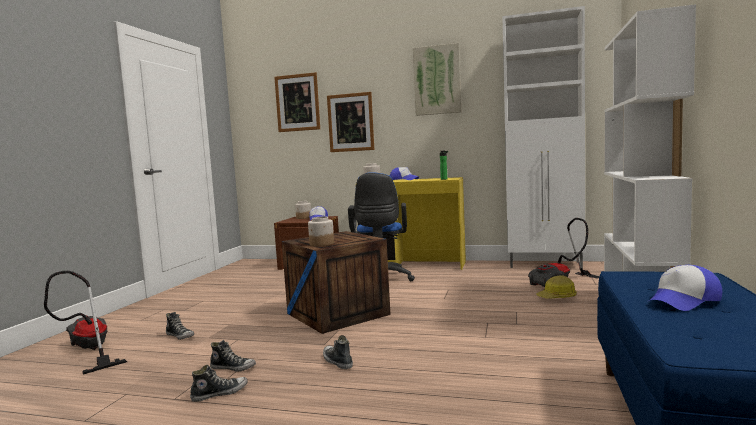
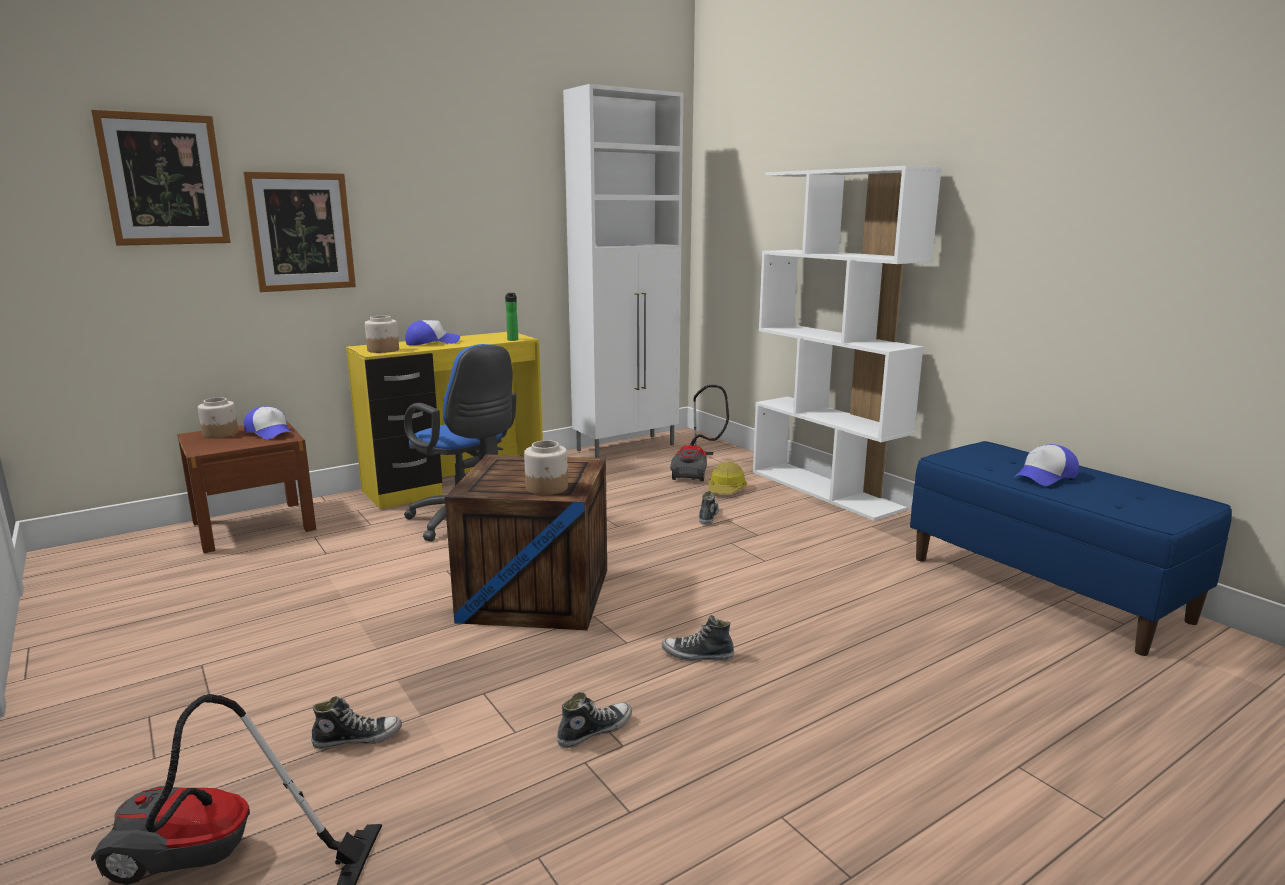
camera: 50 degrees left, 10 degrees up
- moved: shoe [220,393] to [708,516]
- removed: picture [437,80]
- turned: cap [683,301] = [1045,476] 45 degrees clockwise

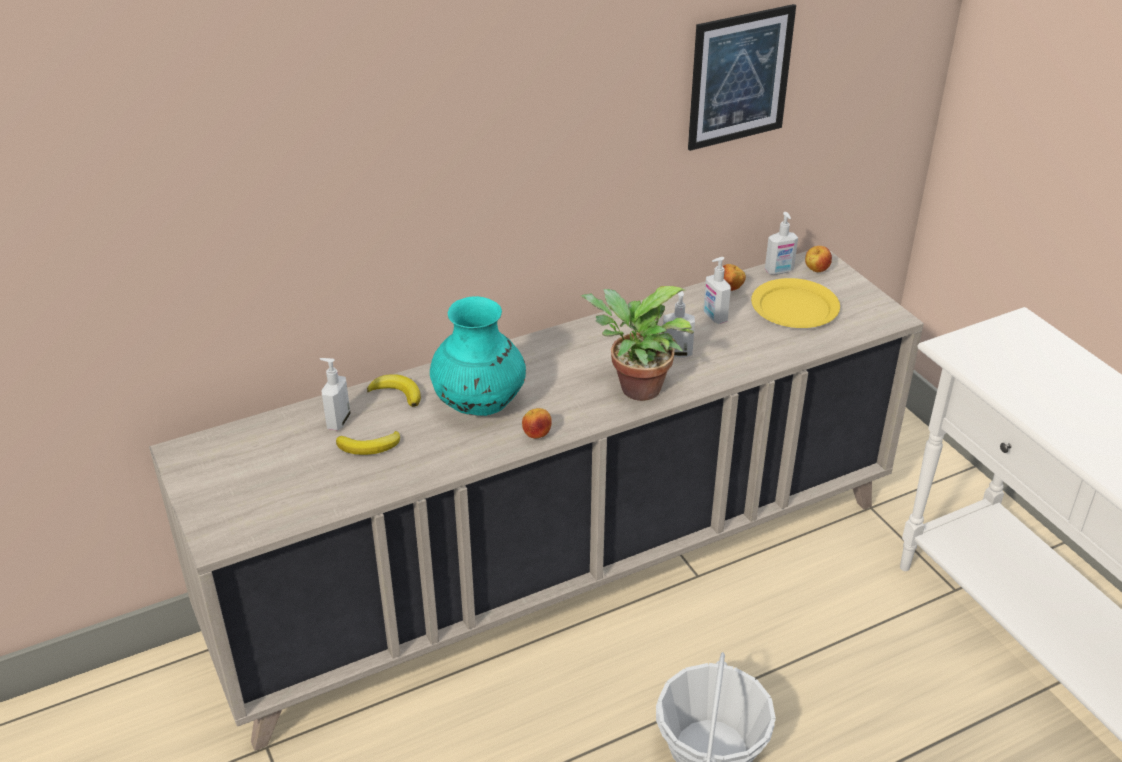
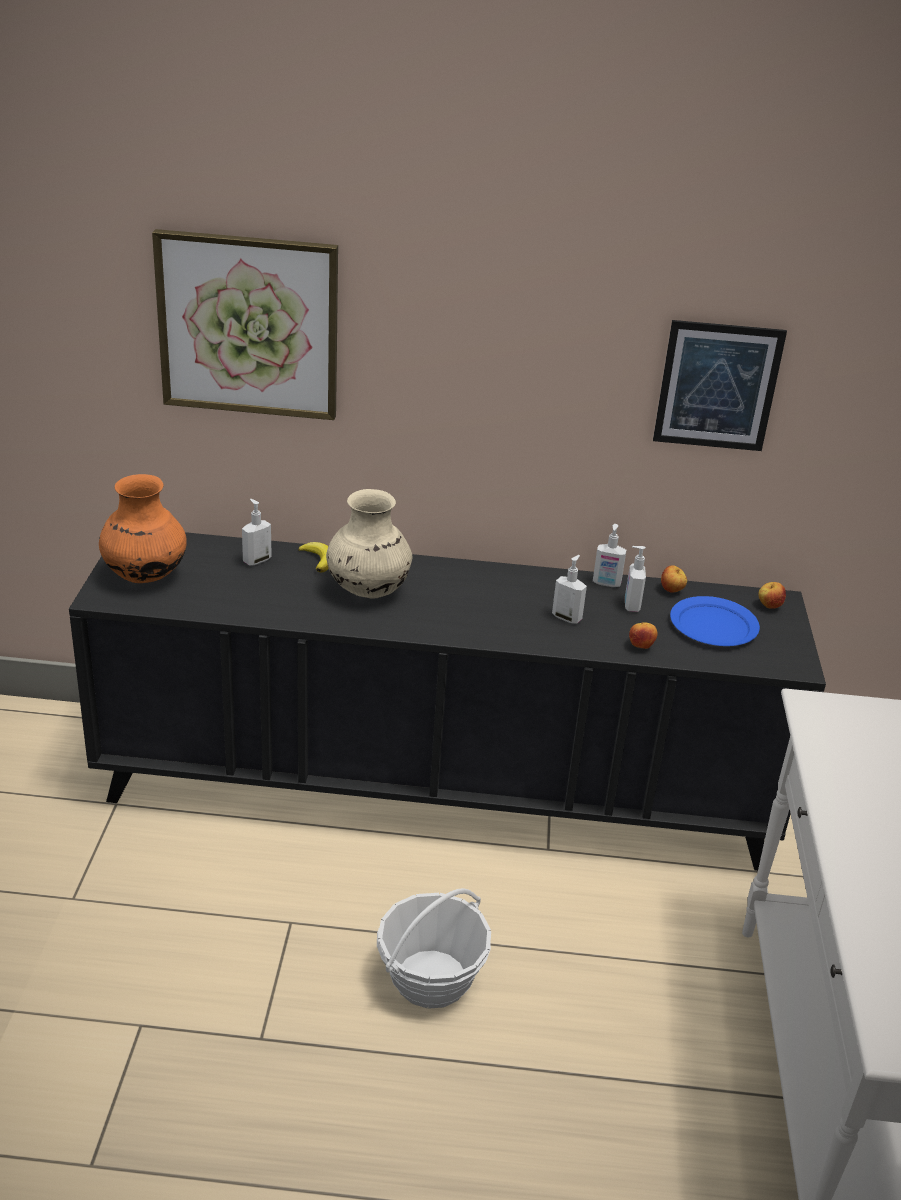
camera: 30 degrees right, 5 degrees down
- recoloured: beige cabinet [560,572] to black cabinet [436,792]
- removed: banana [370,447]
- recoloured: turquoise vase [479,405] to beige vase [368,591]
- moved: apple [536,435] to [641,646]
- removed: potted plant [635,389]
- recoloured: yellow plate [794,307] to blue plate [713,625]
- moved: soap dispenser [779,271] to [606,583]
- added: orange vase [145,575]
- added: picture [248,325]

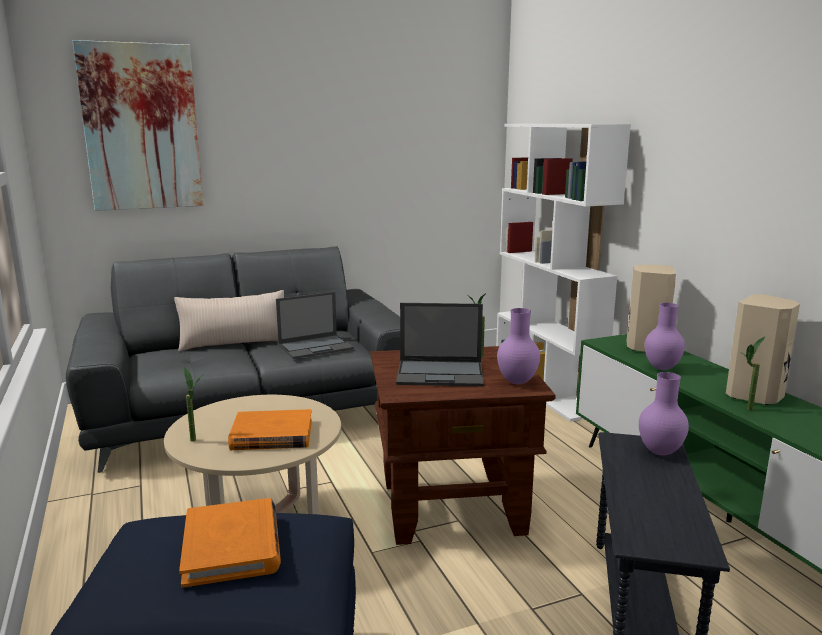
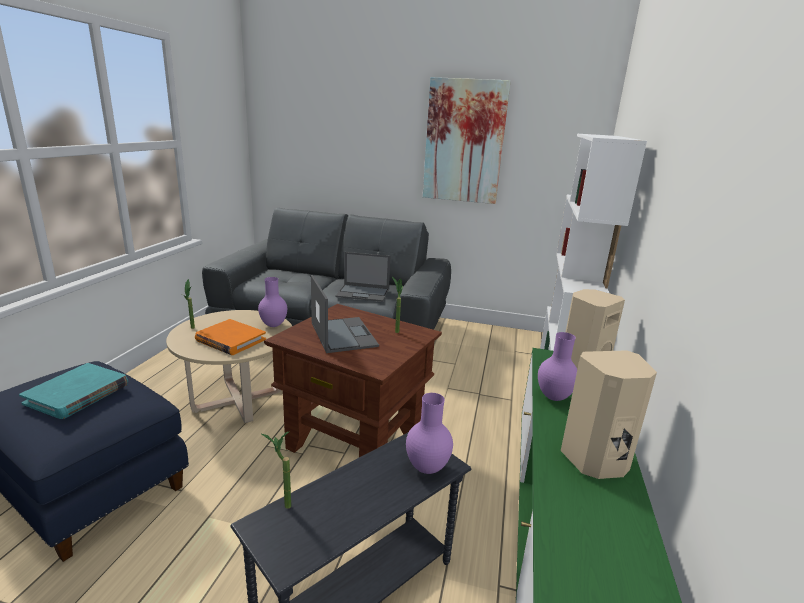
camera: 35 degrees right, 5 degrees up
- moved: picture [141,127] to [464,142]
- removed: beige pillow [234,343]
- recoloured: orange book [232,546] to turquoise book [77,394]
- turned: laptop [441,373] = [343,334] 150 degrees counterclockwise
- moved: purple vase [517,382] to [273,325]
- moved: potted plant [745,410] to [281,504]

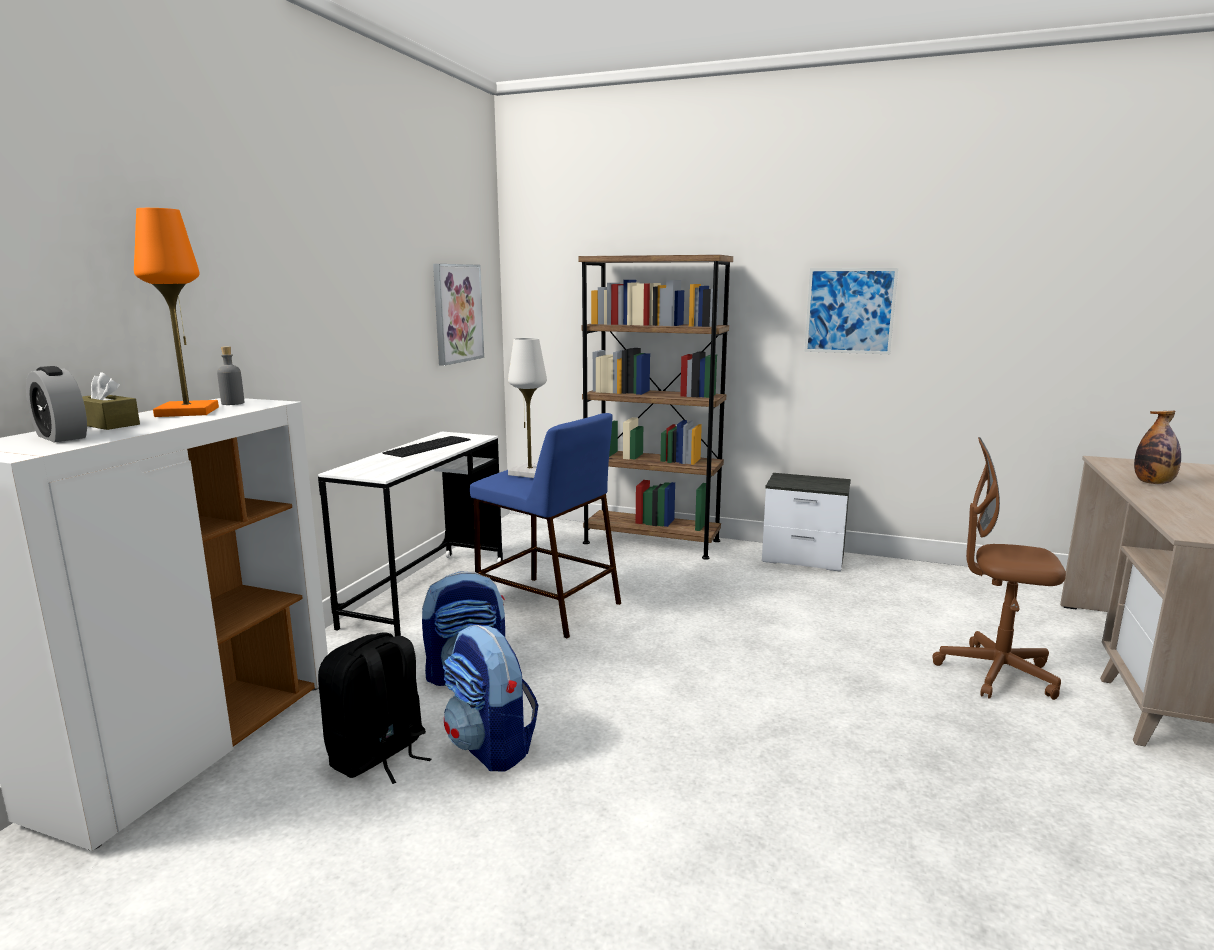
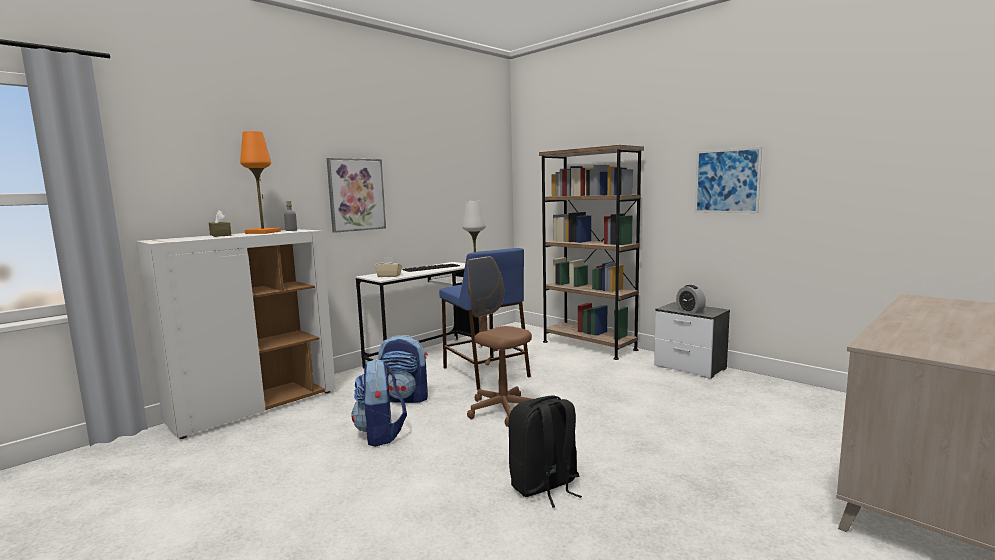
camera: 25 degrees right, 5 degrees down
- moved: alarm clock [61,437] to [690,311]
- moved: black backpack [378,755] to [544,486]
- moved: picture [457,313] to [356,194]
- moved: brown office chair [995,673] to [502,410]
- removed: bottle [1153,483]
- added: beige tissue box [389,276]

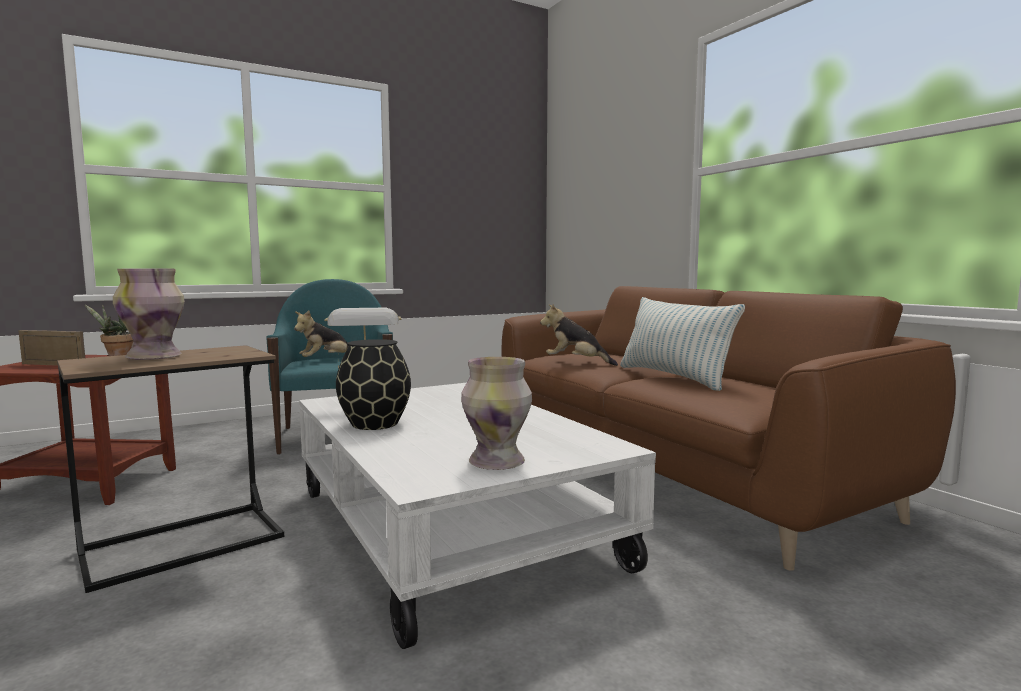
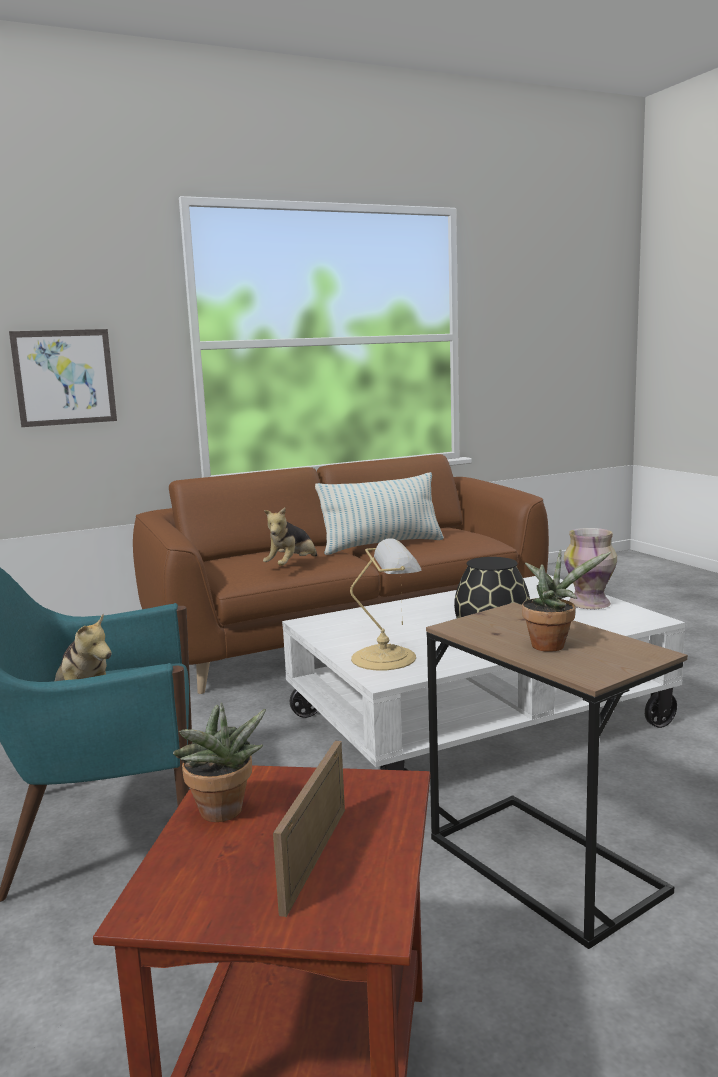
camera: 85 degrees left, 5 degrees up
- replaced: vase [155,357] to potted plant [552,645]
- added: picture [64,377]

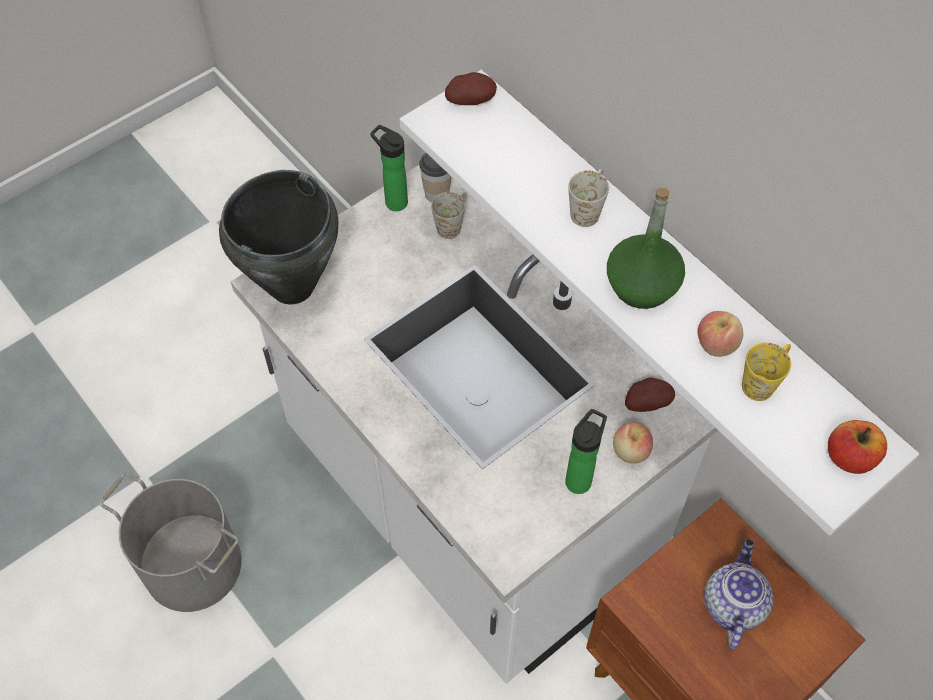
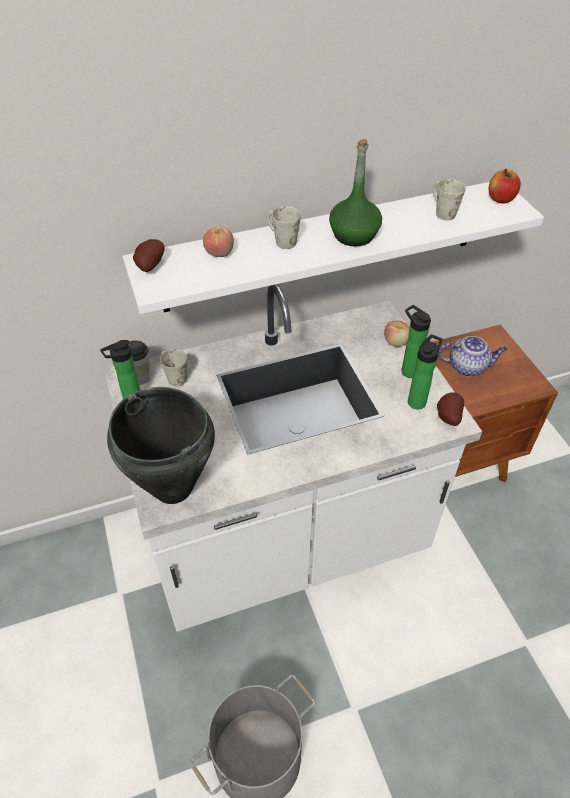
camera: 70 degrees left, 10 degrees down
- moved: potato [646,402] to [447,417]
- moved: apple [716,344] to [219,253]
- turned: teapot [732,604] = [468,367] 150 degrees clockwise
- recoloured: yellow mug [763,380] to white mug [441,212]
- added: bottle [418,400]

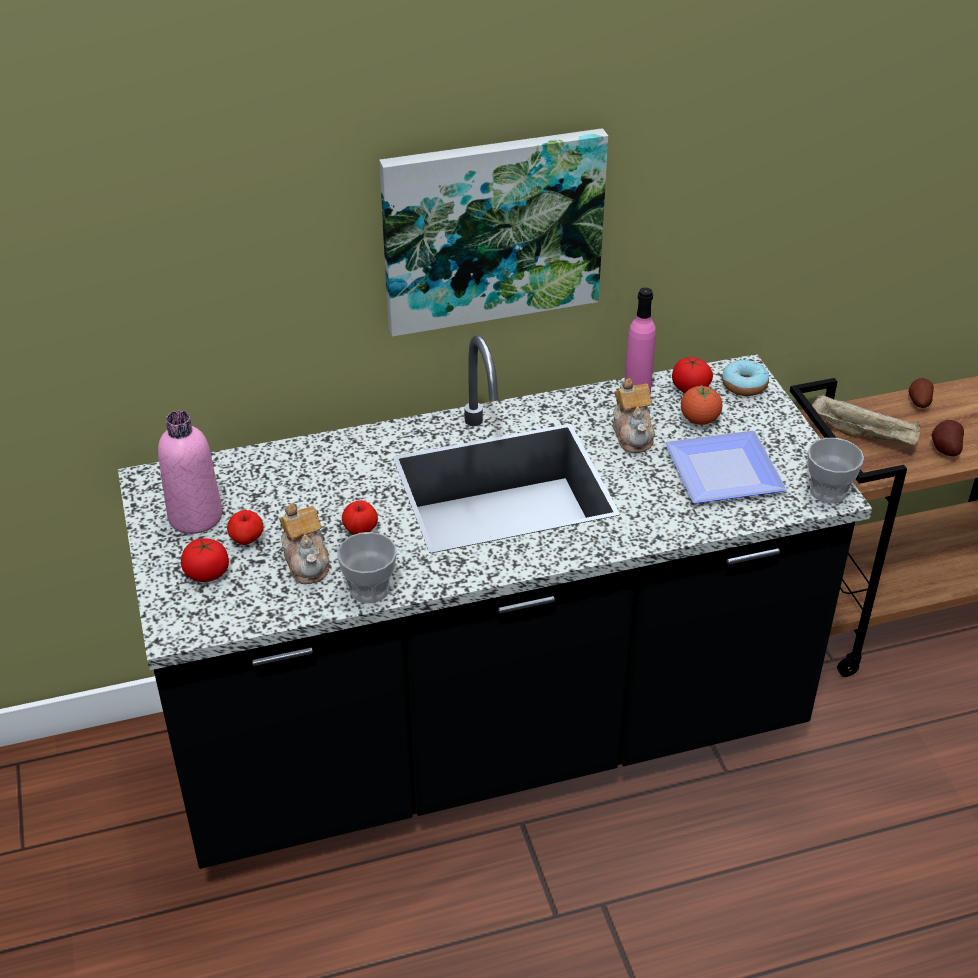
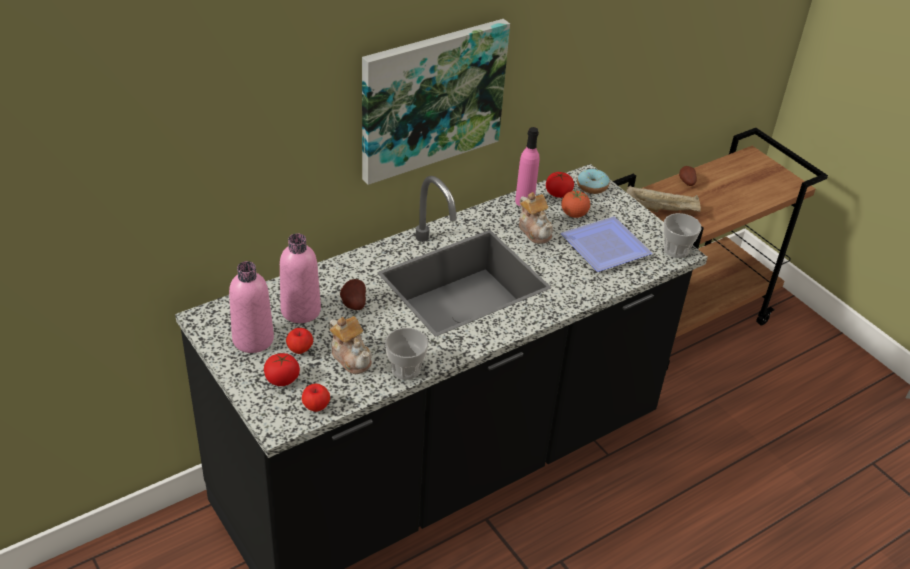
camera: 20 degrees left, 0 degrees up
- moved: apple [360,530] to [316,406]
- moved: potato [944,449] to [352,304]
- added: pink bottle [300,310]

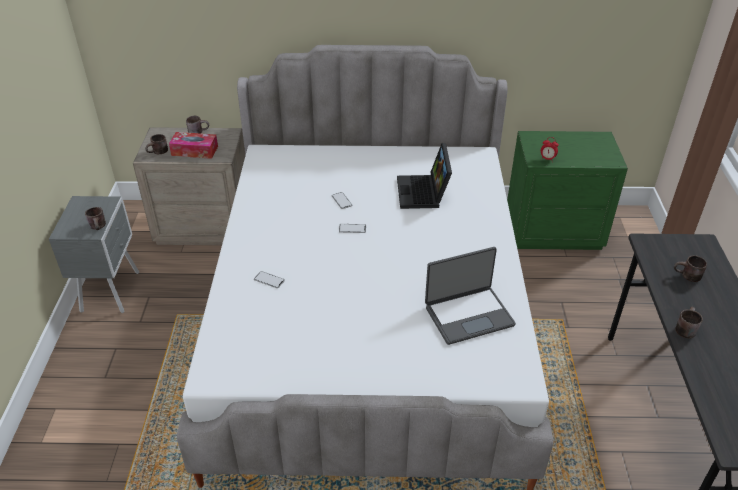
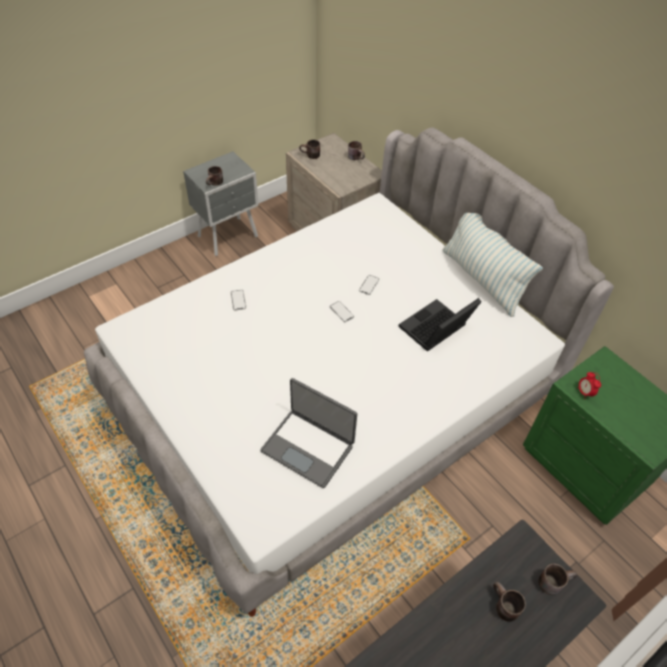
camera: 50 degrees right, 10 degrees up
- removed: tissue box [194,151]
- moved: brown mug [684,328] to [553,580]
- added: pillow [482,279]

